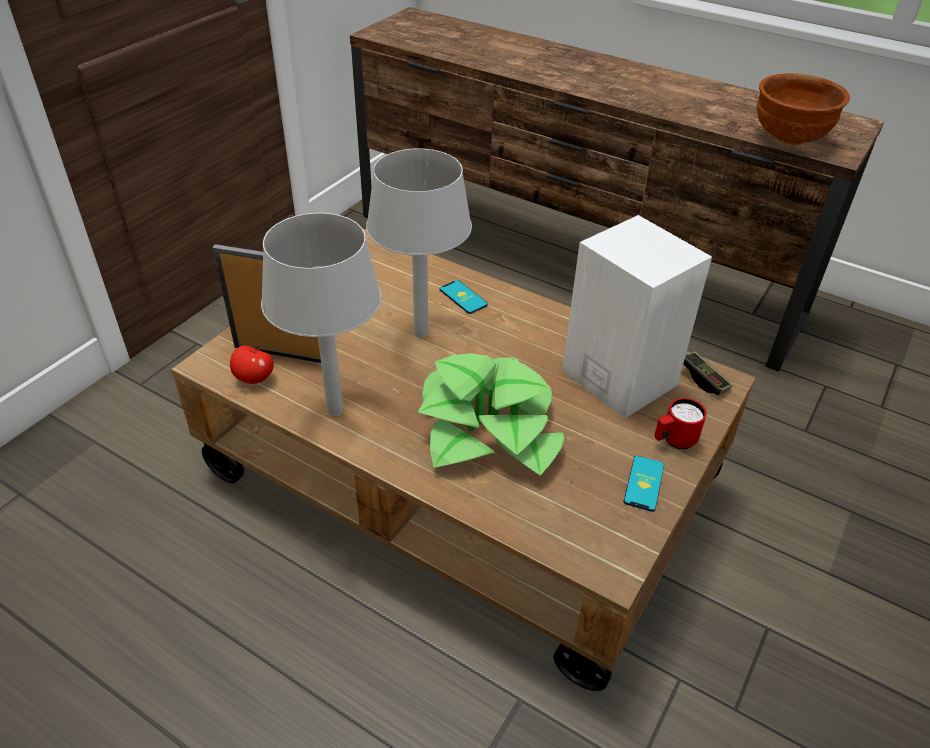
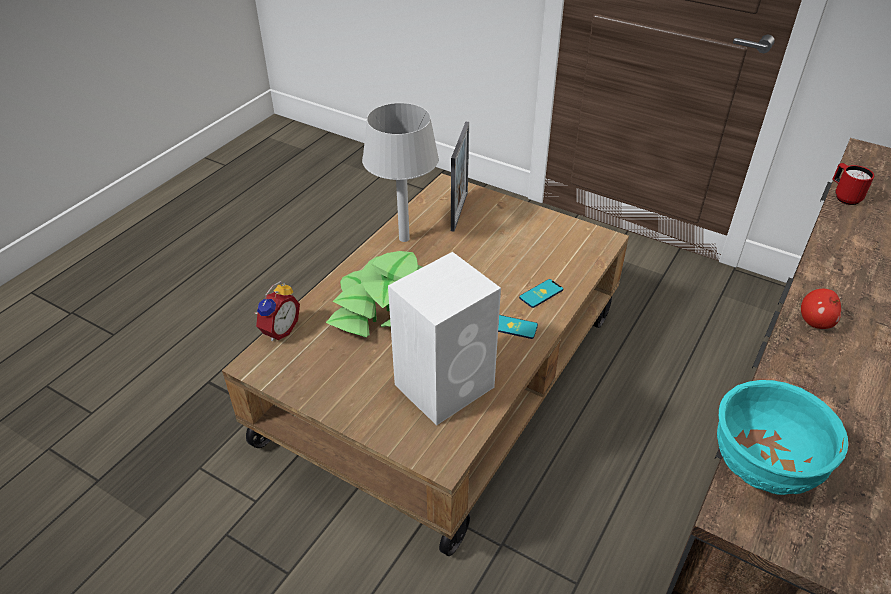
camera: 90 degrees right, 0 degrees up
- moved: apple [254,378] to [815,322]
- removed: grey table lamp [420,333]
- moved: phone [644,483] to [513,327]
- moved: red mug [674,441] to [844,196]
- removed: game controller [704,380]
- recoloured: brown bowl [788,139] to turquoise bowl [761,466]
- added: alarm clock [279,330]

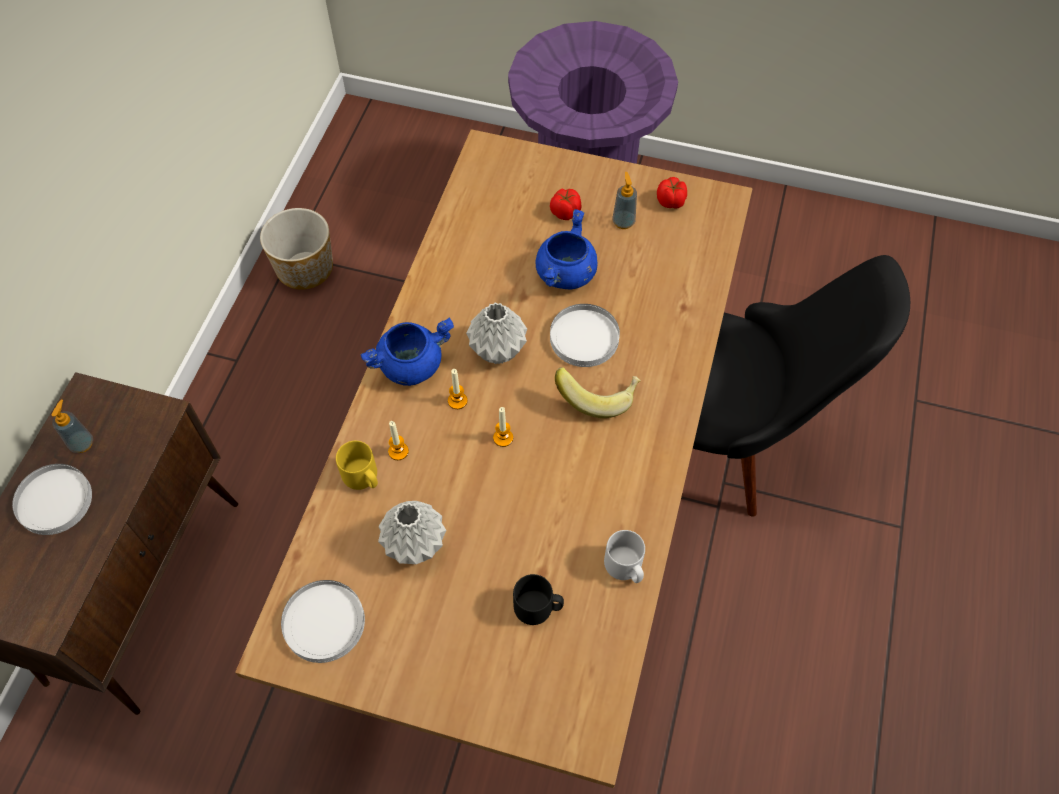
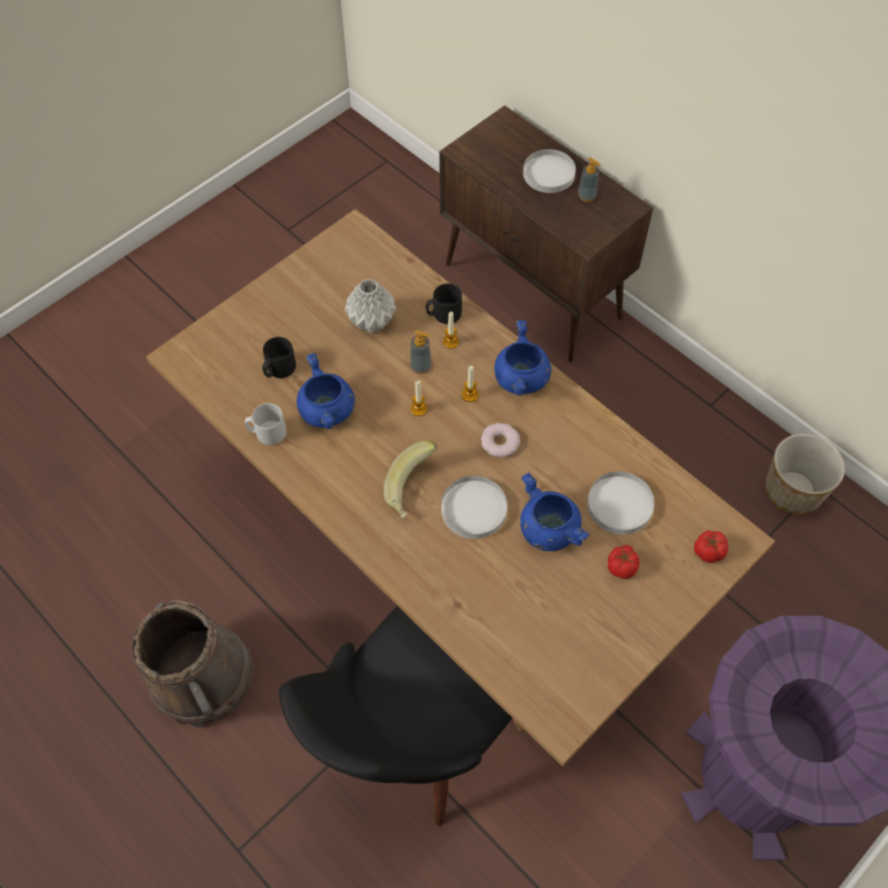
camera: 120 degrees right, 0 degrees up
- moved: white plate [325,623] to [619,505]
- recoloured: yellow mug [362,477] to black mug [443,314]
- replaced: grey vase [498,350] to donut [499,442]
- moved: soap dispenser [623,222] to [421,366]
- moved: tomato [671,202] to [707,552]
- added: brown bucket [202,677]
- added: blue cooking pot [327,411]

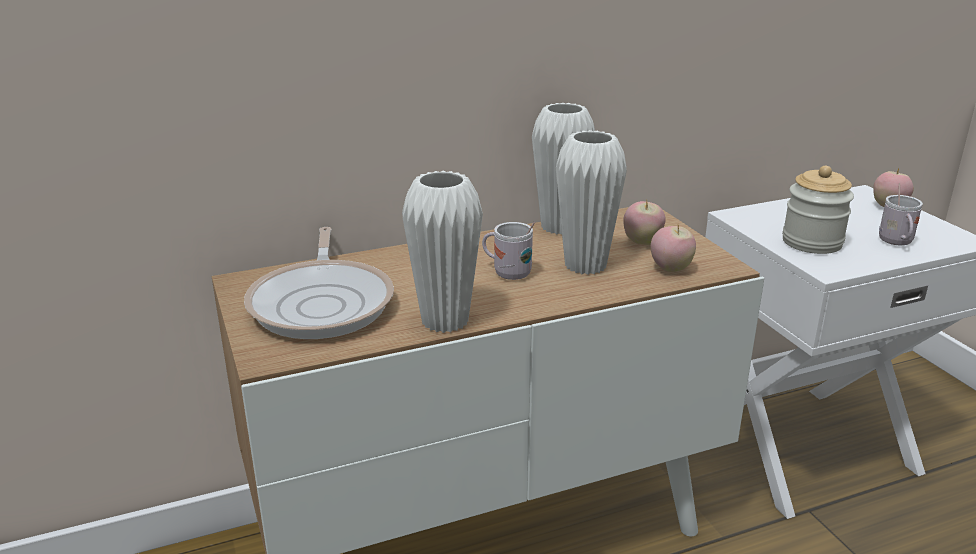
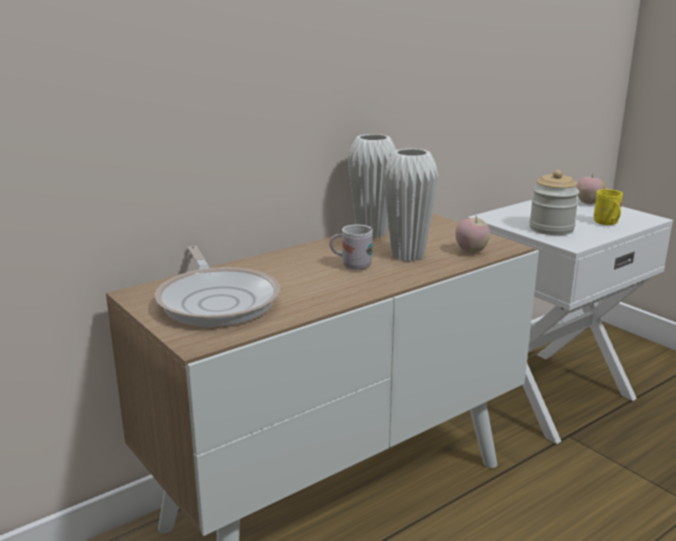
camera: 15 degrees left, 5 degrees down
- removed: white vase [445,321]
- removed: apple [642,242]
- recoloured: white mug [896,243] to yellow mug [607,224]

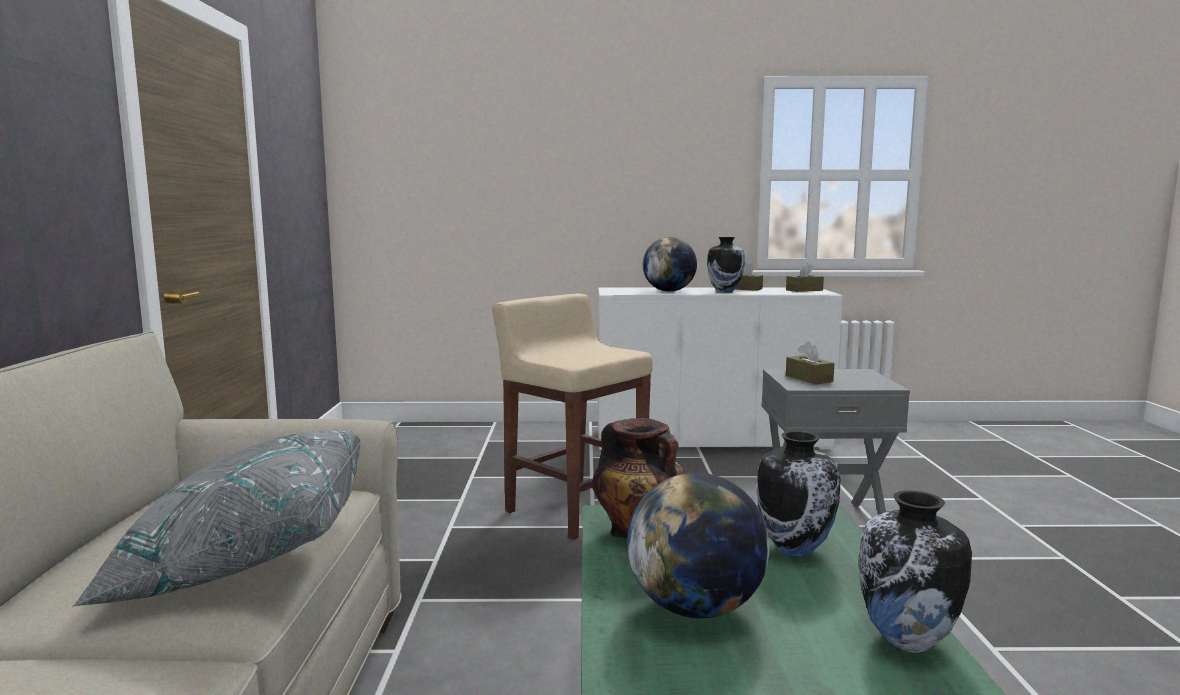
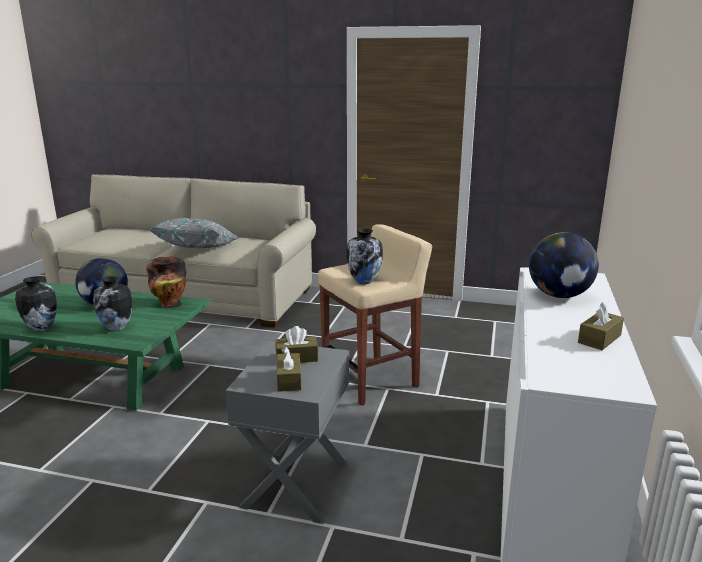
camera: 105 degrees right, 10 degrees up
- moved: vase [725,291] to [364,281]
- moved: brown tissue box [804,290] to [289,380]

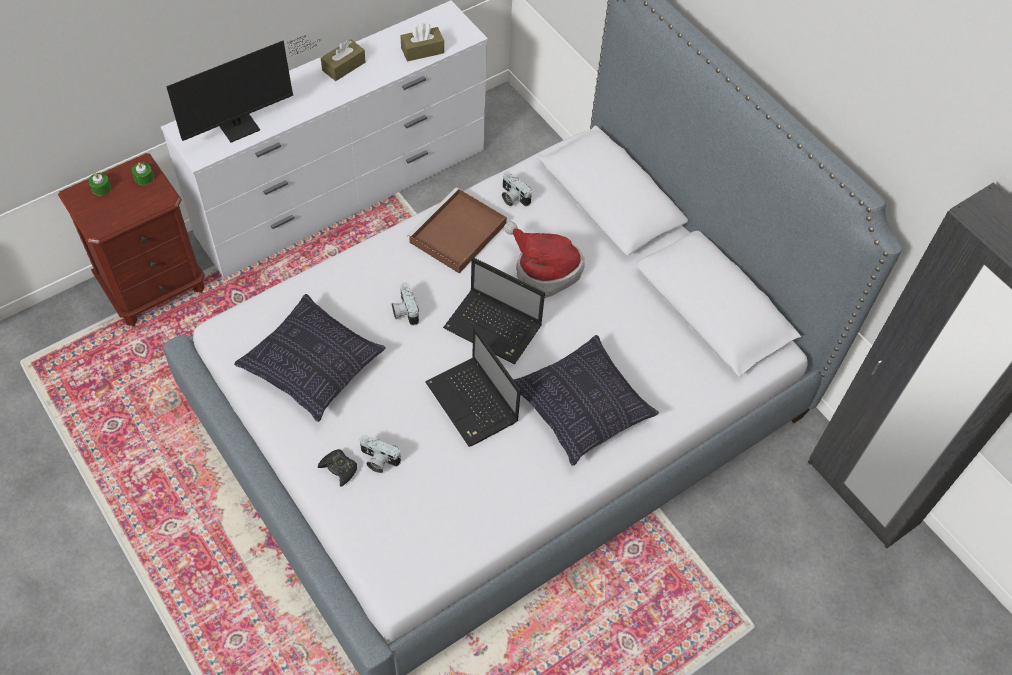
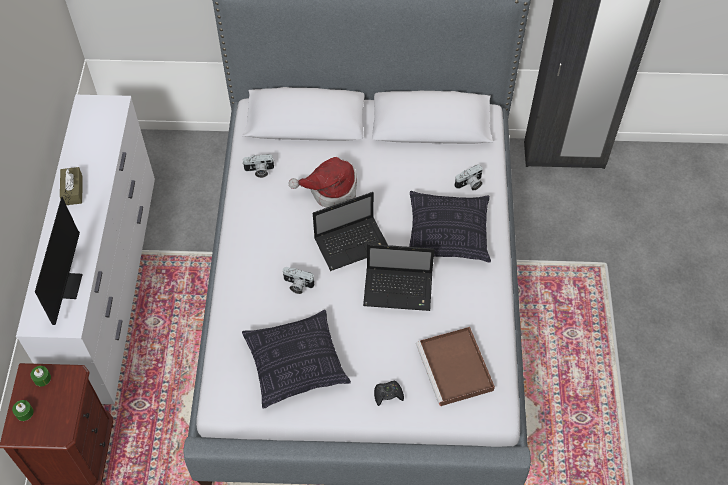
camera: 50 degrees left, 0 degrees up
- moved: photo camera [378,460] to [469,184]
- removed: brown tissue box [422,50]
- moved: brown tray [457,234] to [455,369]

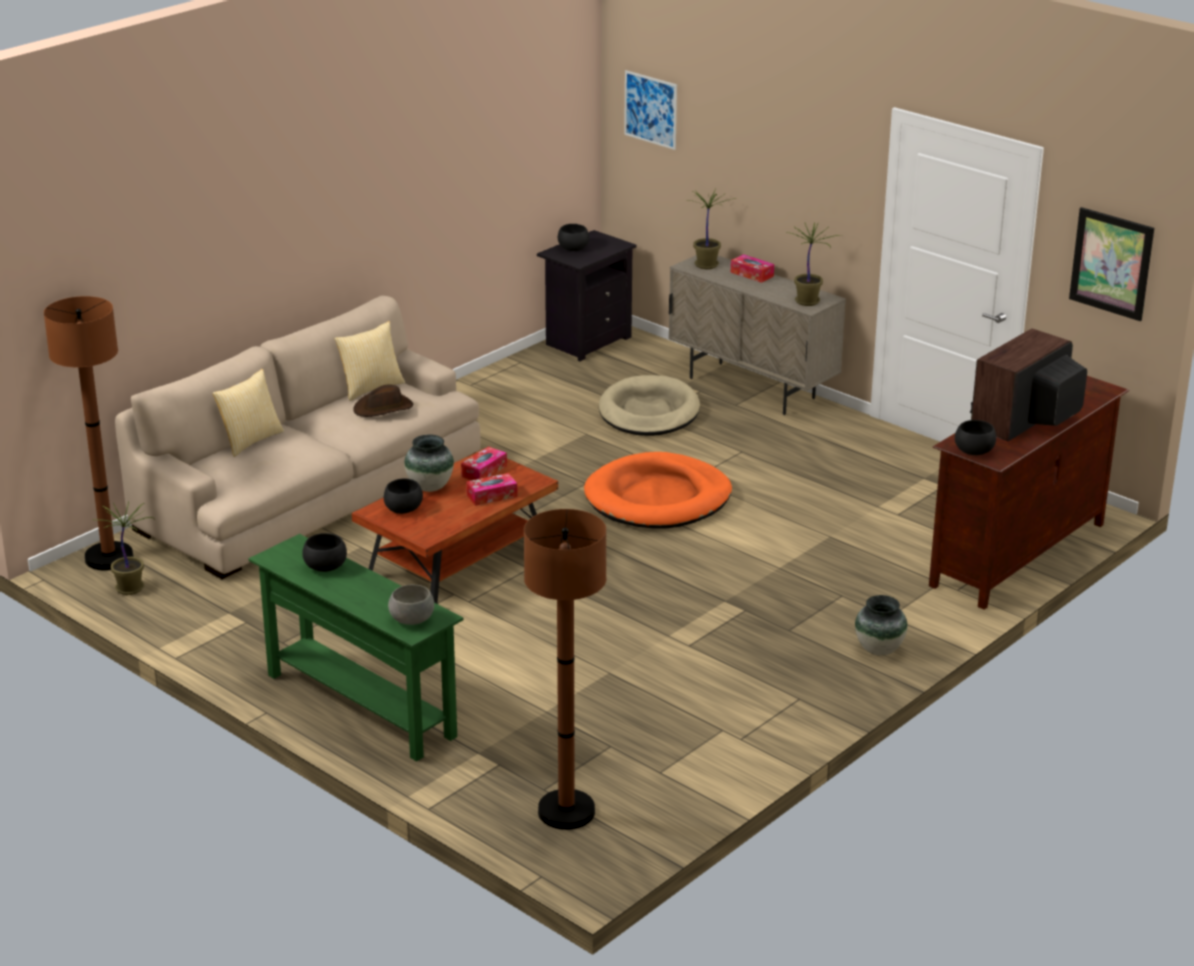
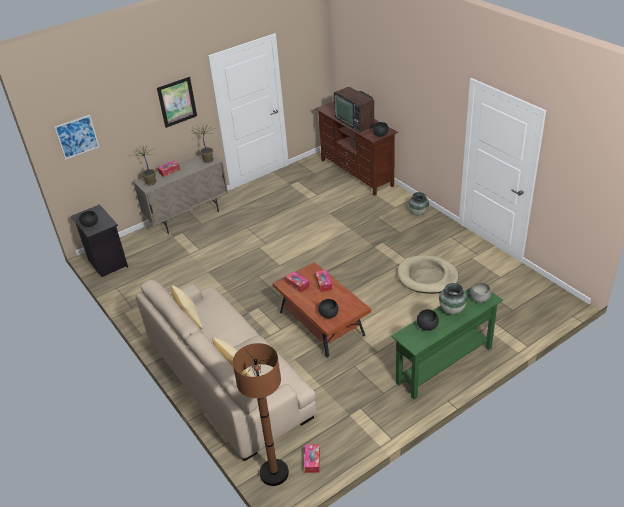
camera: 75 degrees left, 10 degrees up
- replaced: potted plant [131,588] to tissue box [312,461]
- removed: brown hat [383,408]
- moved: vase [429,487] to [451,310]
- removed: brown floor lamp [566,812]
- removed: orange dog bed [658,498]
- moved: beige dog bed [649,412] to [427,277]
- moved: picture [1111,263] to [177,101]

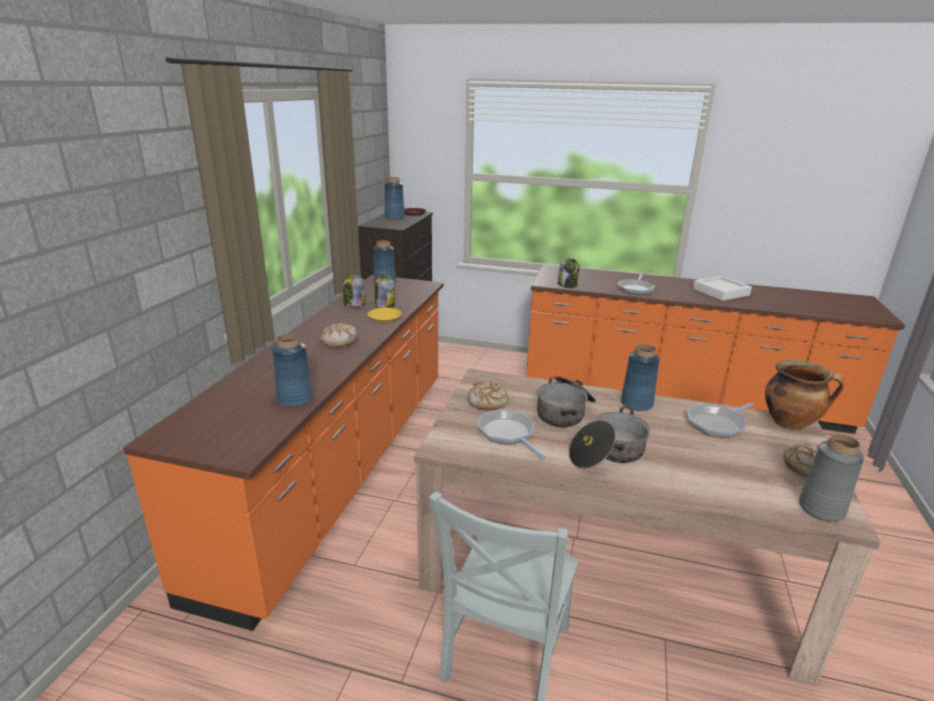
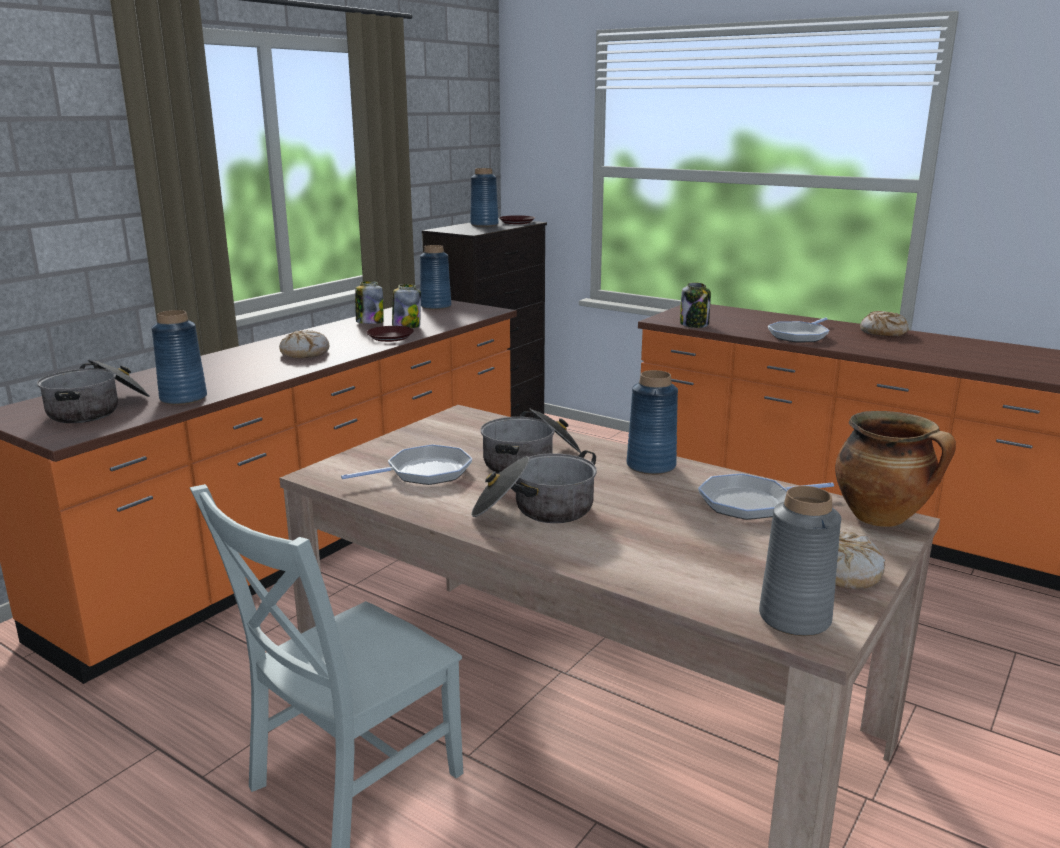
camera: 20 degrees right, 5 degrees down
- recoloured: yellow plate [385,318] to brown plate [391,337]
- moved: bread [488,402] to [883,332]
- turned: frying pan [508,433] = [424,472] 75 degrees clockwise
- removed: white tray [720,292]
- added: cooking pot [98,409]

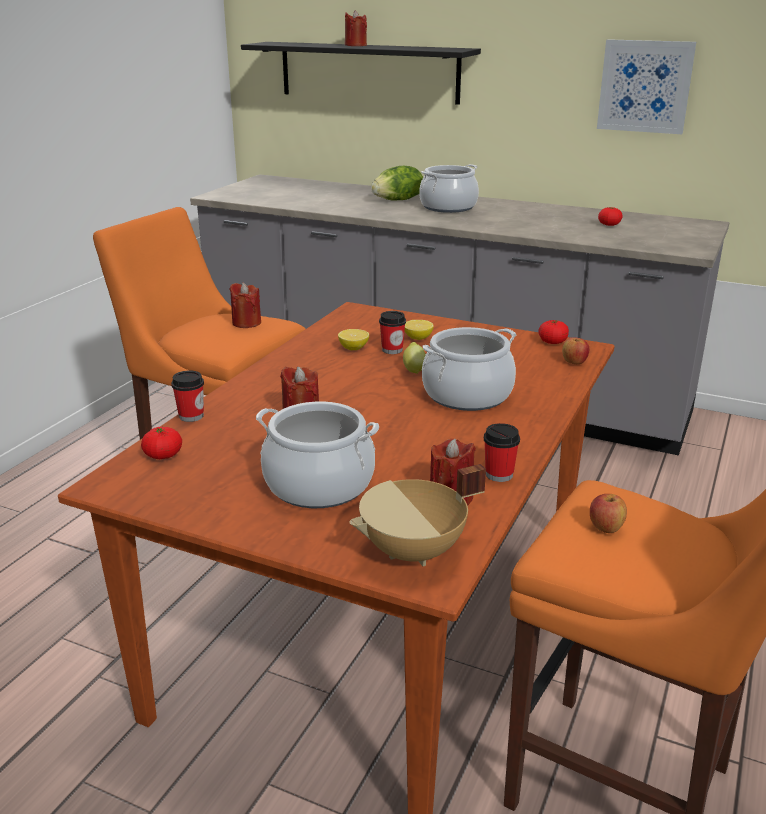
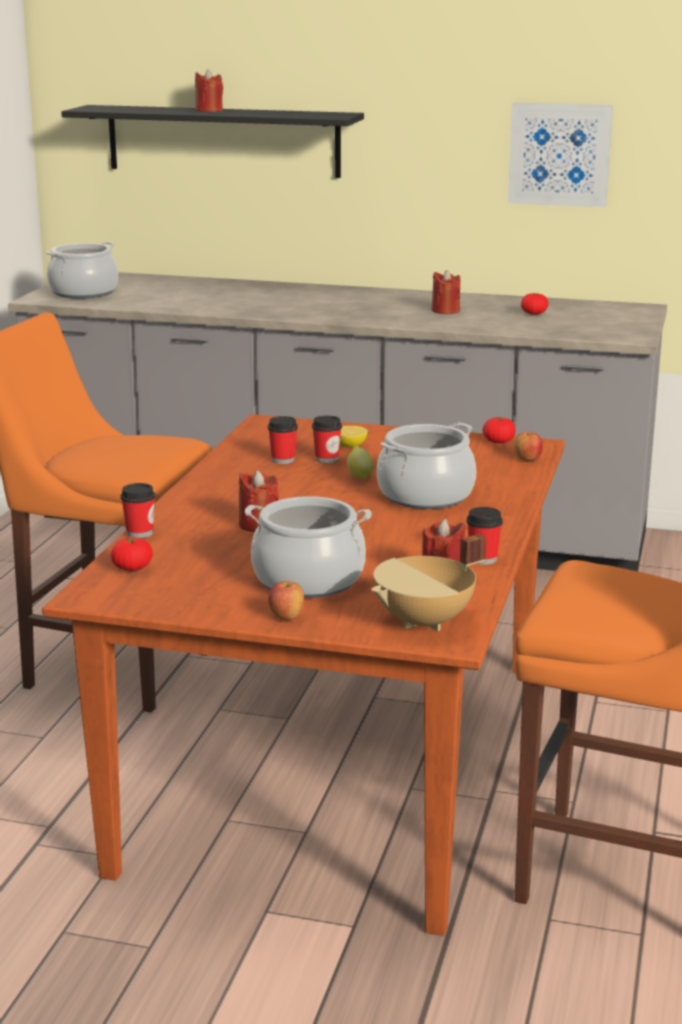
camera: 10 degrees left, 5 degrees down
- moved: red candle [246,323] to [445,311]
- replaced: lemon [353,348] to cup [283,460]
- removed: lettuce [398,200]
- moved: cooking pot [448,207] to [84,292]
- moved: apple [605,528] to [286,617]

